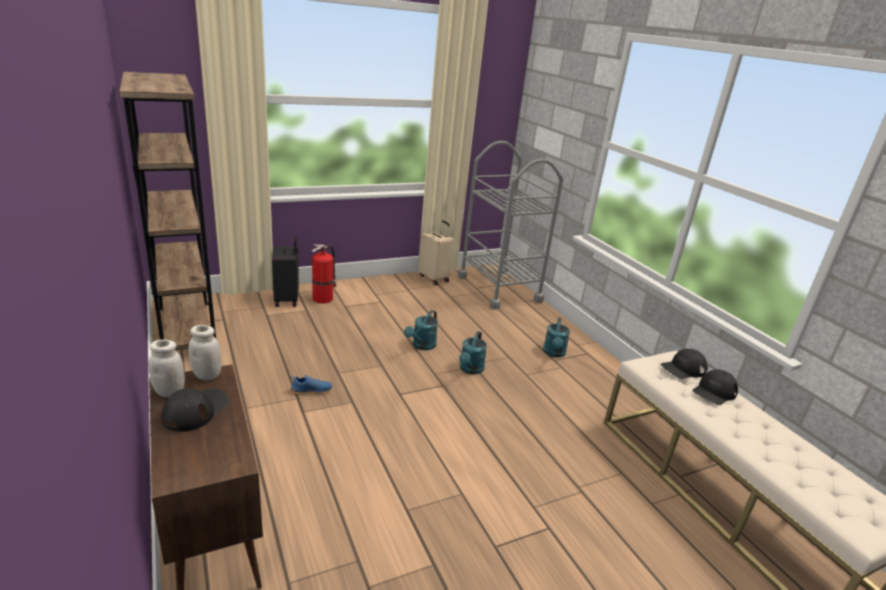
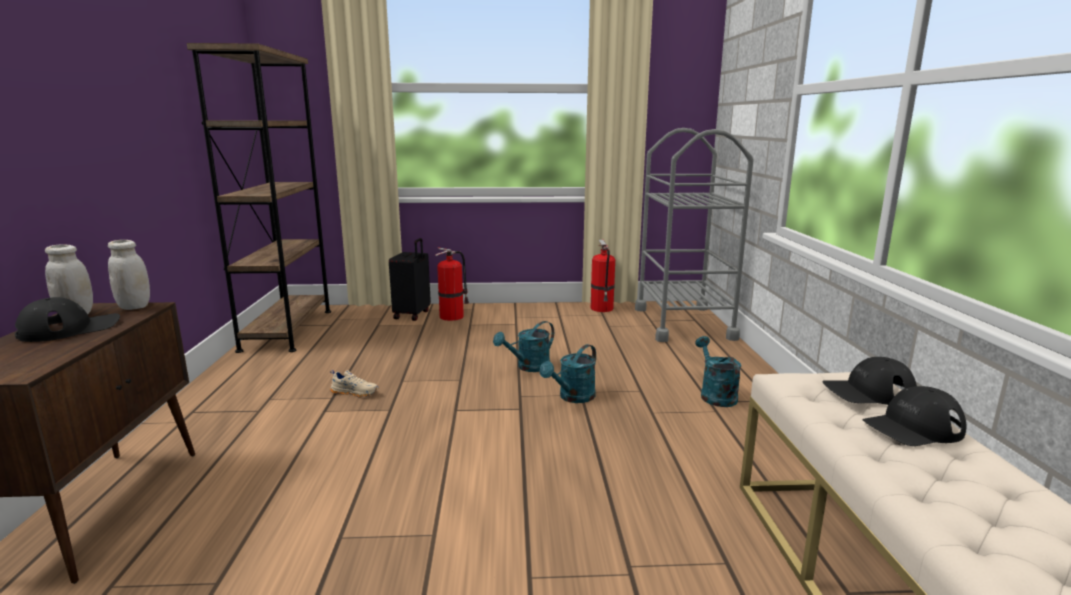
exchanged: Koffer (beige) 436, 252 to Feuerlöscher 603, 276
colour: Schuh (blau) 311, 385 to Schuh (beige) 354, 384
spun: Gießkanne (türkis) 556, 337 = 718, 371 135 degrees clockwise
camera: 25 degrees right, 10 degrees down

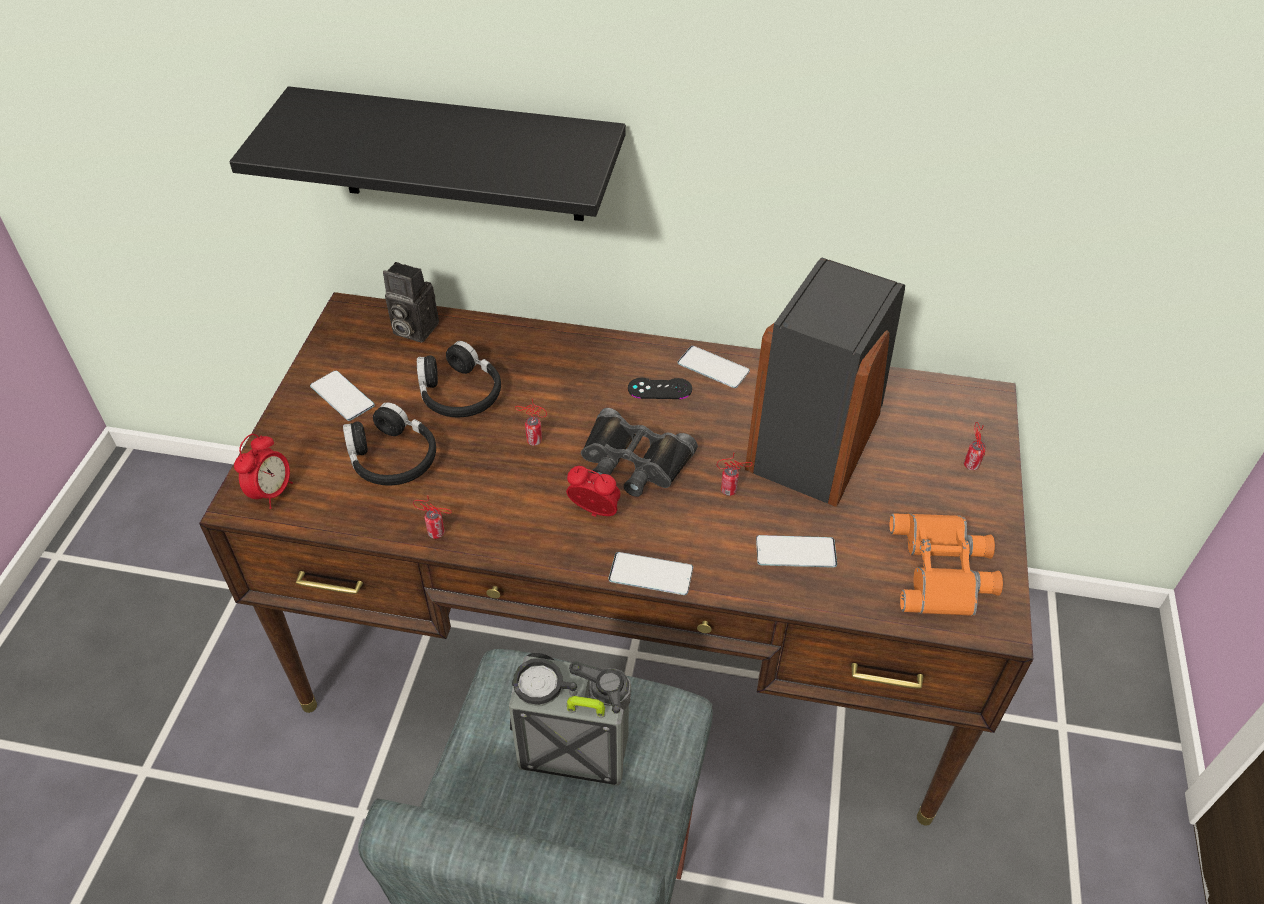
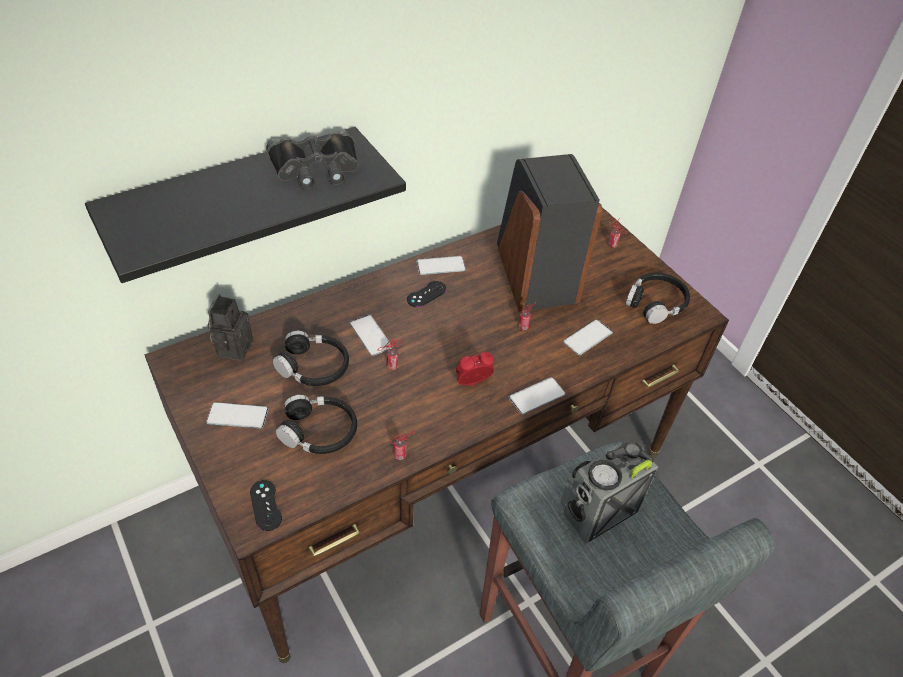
appeared: Handy 371, 335
relocated: Fernglas (schwarz) 639, 452 to 312, 160
exchanged: Wecker 263, 471 to Gamepad (schwarz) 266, 505; Fernglas (orange) 946, 564 to Kopfhörer (schwarz) 658, 298
spun: Kamera 411, 302 = 230, 327 120 degrees clockwise
camera: 45 degrees left, 0 degrees up

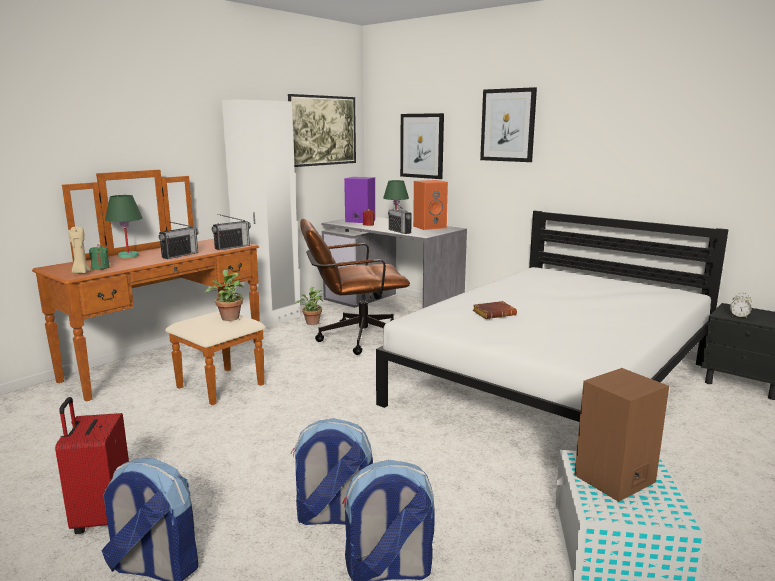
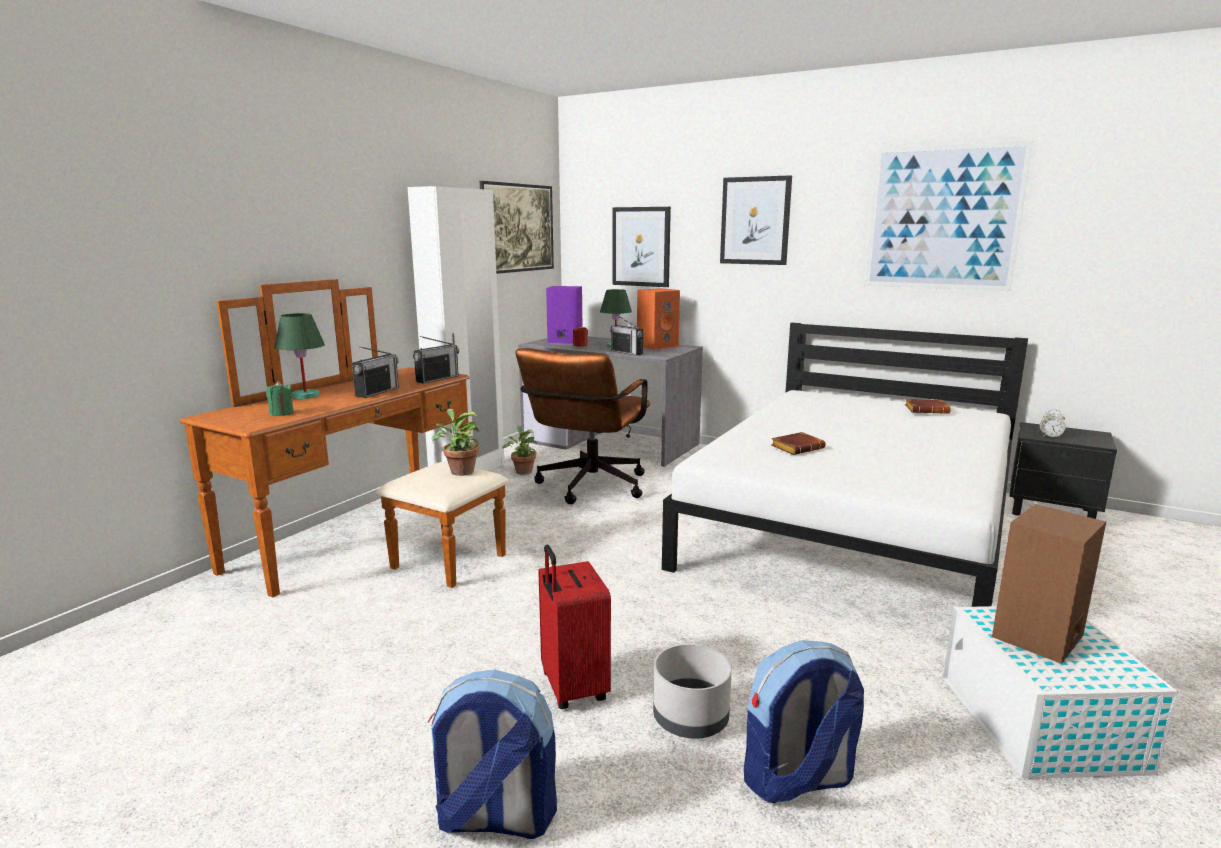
missing: Kerze (beige) 79, 250
appeared: Bild 949, 216; Buch (braun) 928, 406
relocated: Koffer (rot) 92, 465 to 574, 627
exchanged: Rucksack 332, 471 to Pflanzkübel (grau) 692, 691
spun: Bürostuhl (braun) 355, 287 = 582, 426 45 degrees counterclockwise
camera: 10 degrees left, 0 degrees up

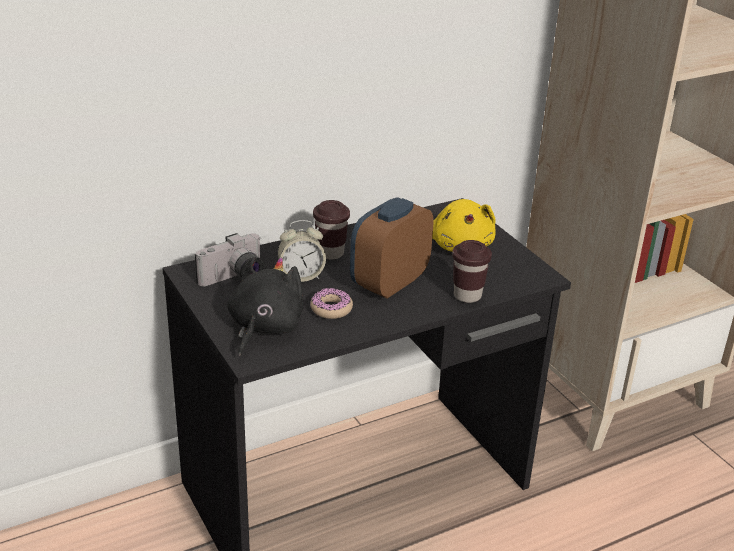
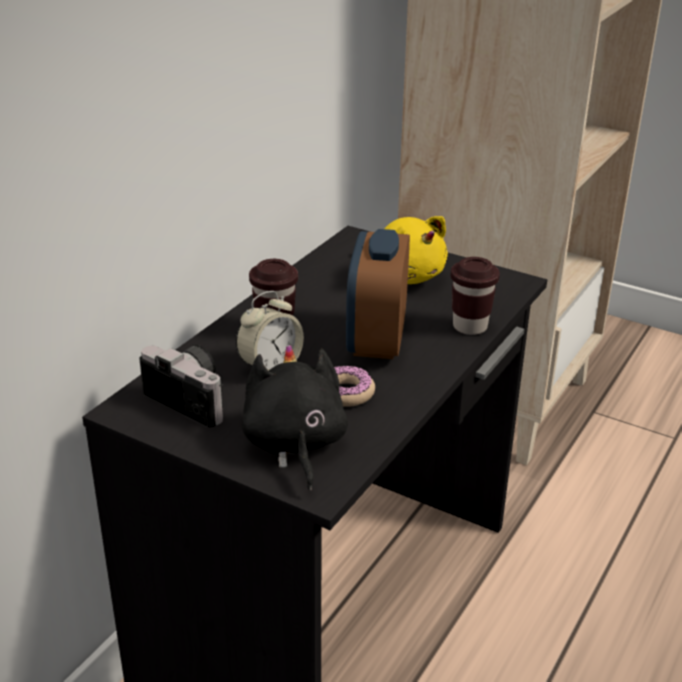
spun: Kamera 230, 259 = 181, 386 75 degrees counterclockwise
camera: 30 degrees left, 0 degrees up

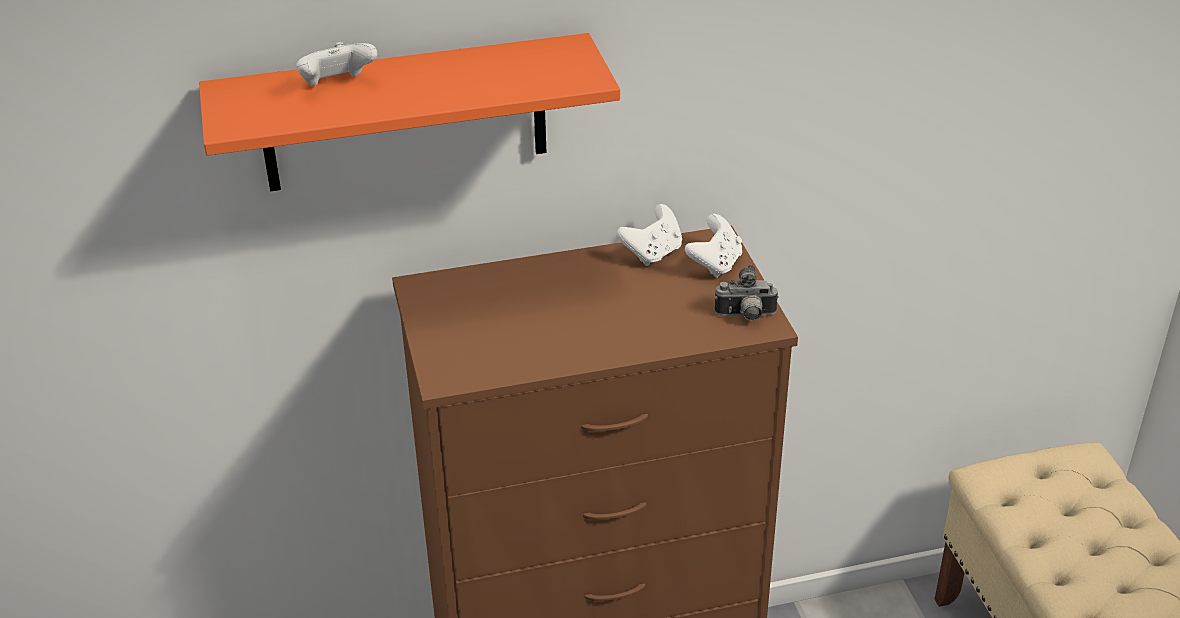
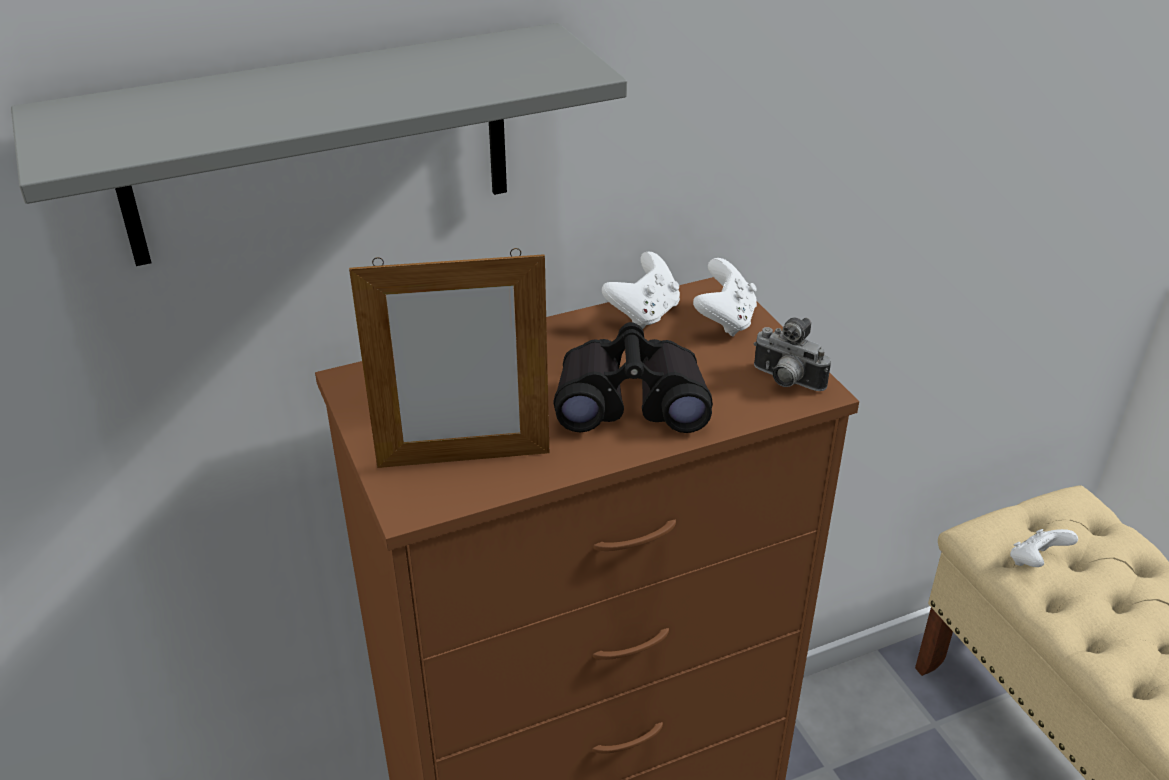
appeared: Bilderrahmen 449, 358; Fernglas (schwarz) 633, 377
relocated: Gamepad (weiß) 336, 64 to 1044, 548
colour: Wandregal (orange) 409, 112 to Wandregal (grau) 319, 144
spun: Kamera 747, 293 = 792, 354 45 degrees clockwise
camera: 10 degrees left, 0 degrees up

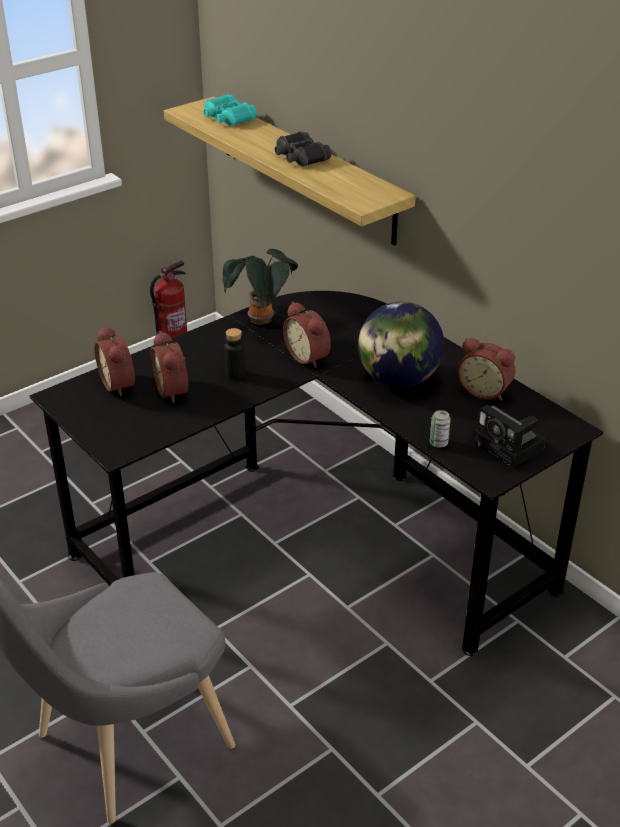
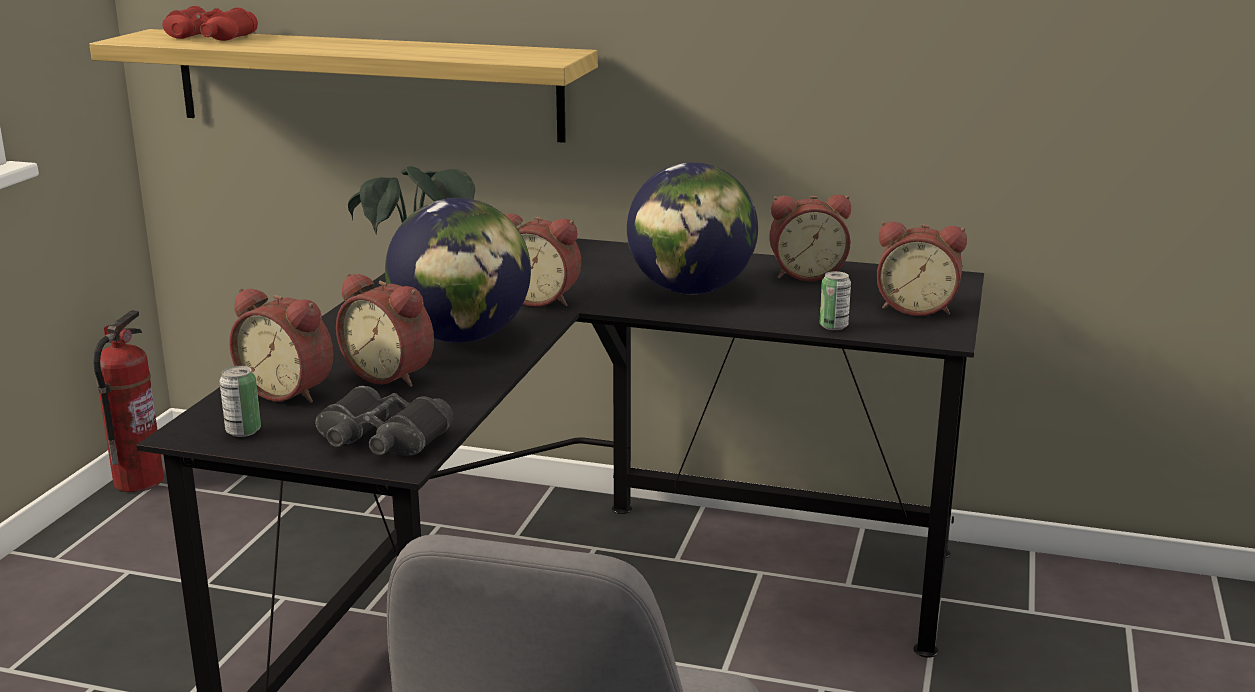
appeared: Dose 240, 401
relocated: Fernglas (schwarz) 303, 148 to 384, 421
exchanged: Flasche (schwarz) 234, 354 to Globus 458, 270; Kamera 508, 437 to Wecker 922, 268
colour: Fernglas (türkis) 230, 110 to Fernglas (rot) 210, 23
camera: 35 degrees left, 15 degrees down

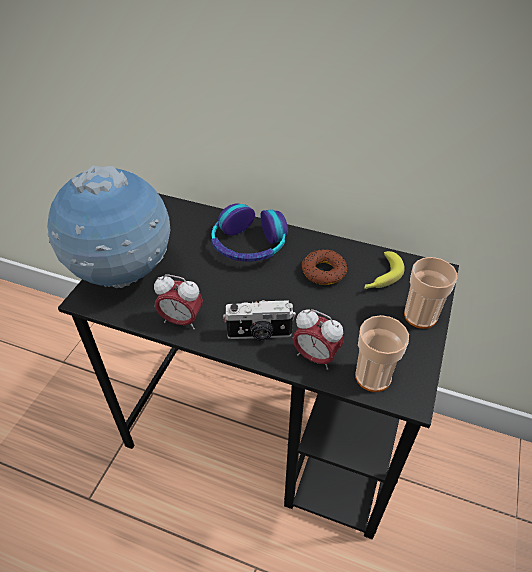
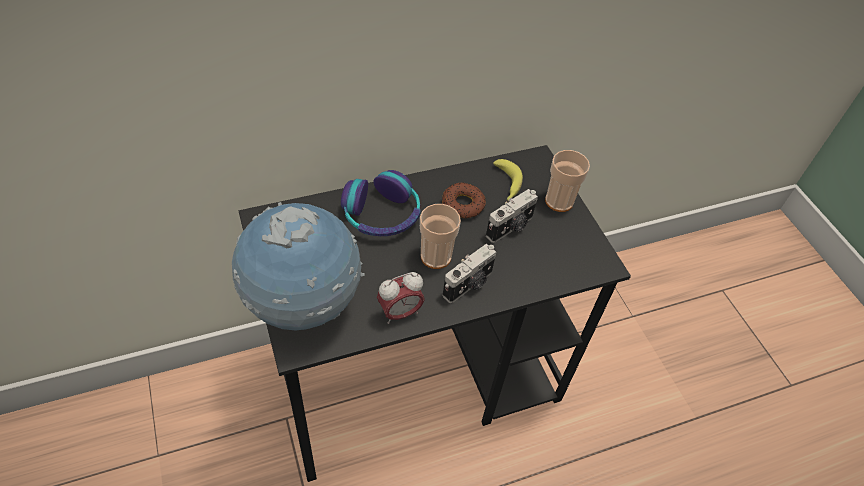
missing: Wecker 318, 339
appeared: Kamera 512, 216
relocated: Tasse 382, 353 to 440, 236
camera: 45 degrees left, 5 degrees up

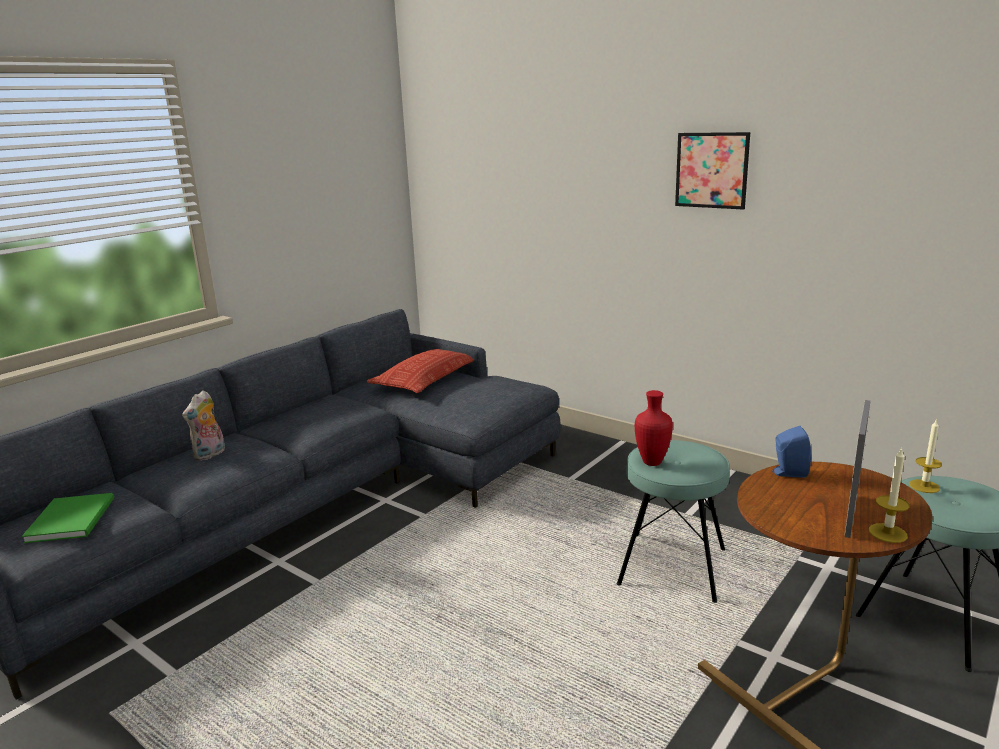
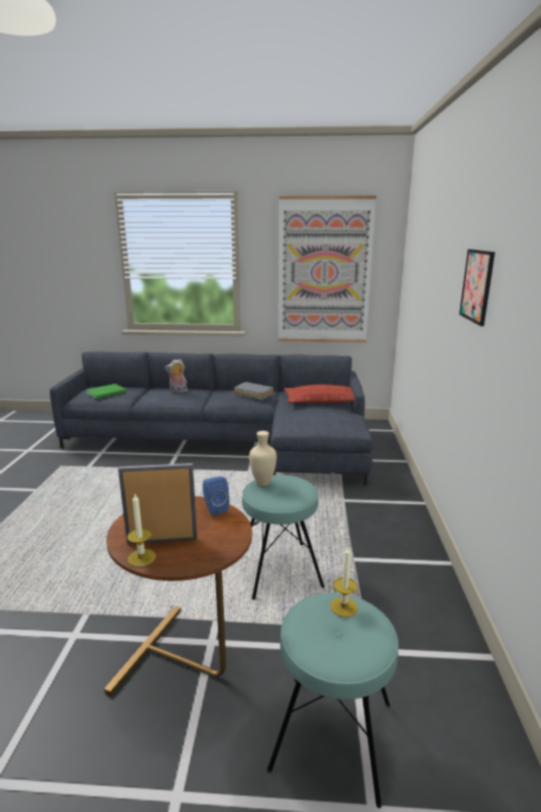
appeared: Buch (grau) 254, 391; Bild 327, 269
colour: Vase (rot) 654, 428 to Vase (beige) 263, 458
camera: 55 degrees right, 0 degrees up

